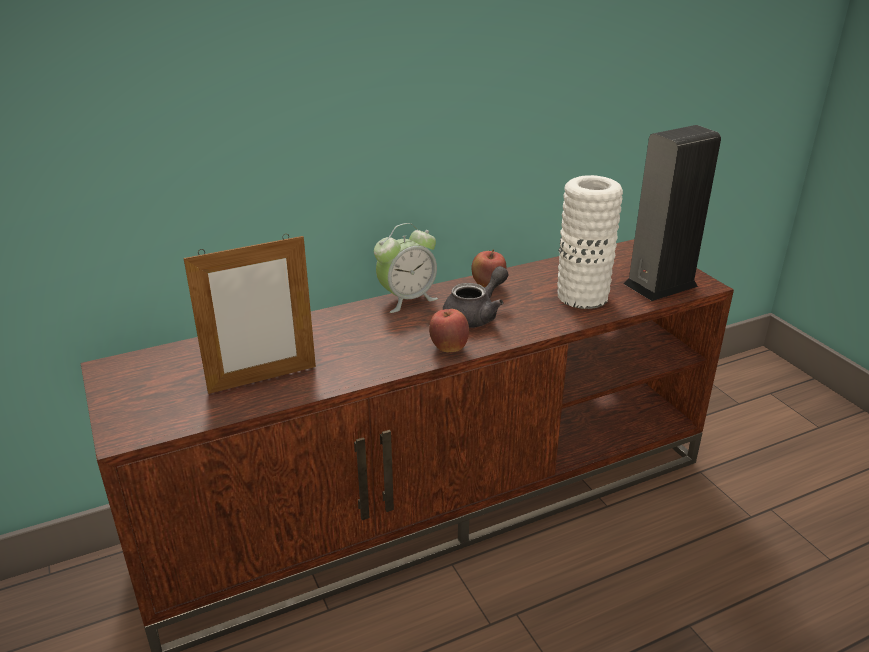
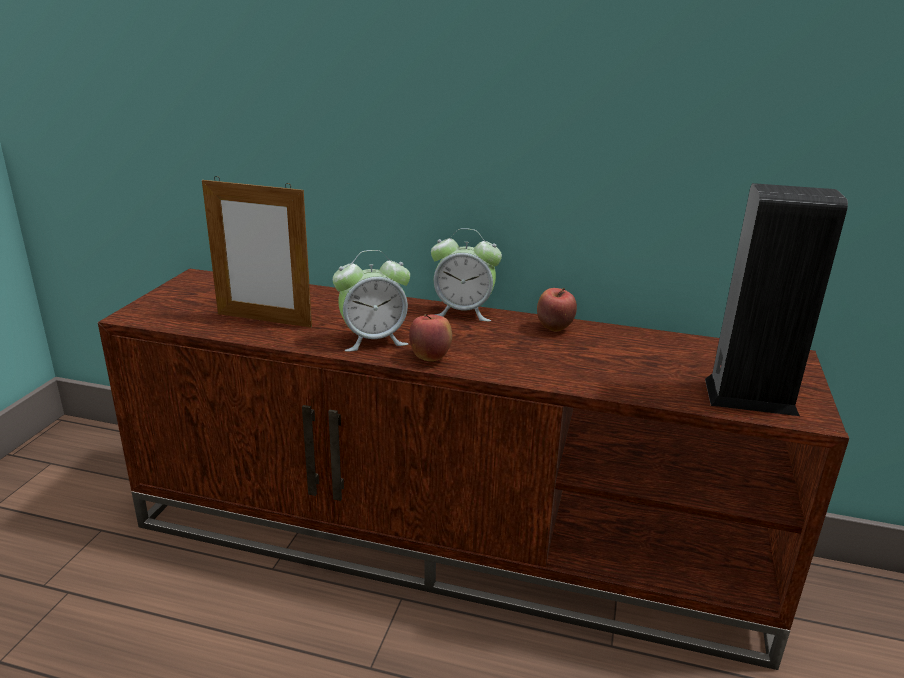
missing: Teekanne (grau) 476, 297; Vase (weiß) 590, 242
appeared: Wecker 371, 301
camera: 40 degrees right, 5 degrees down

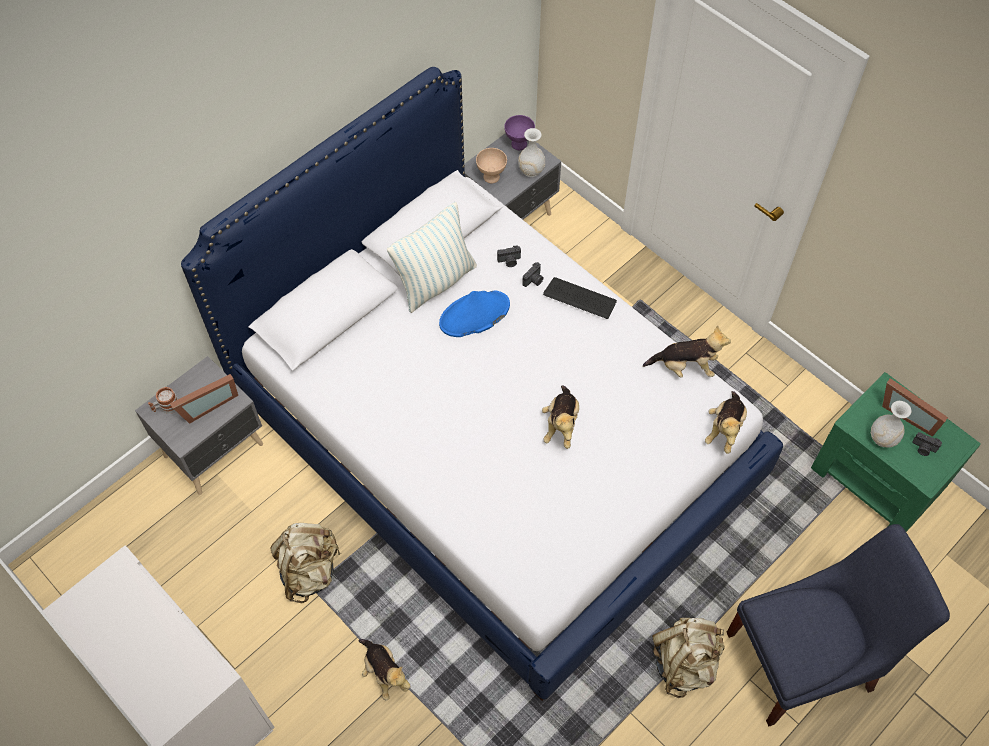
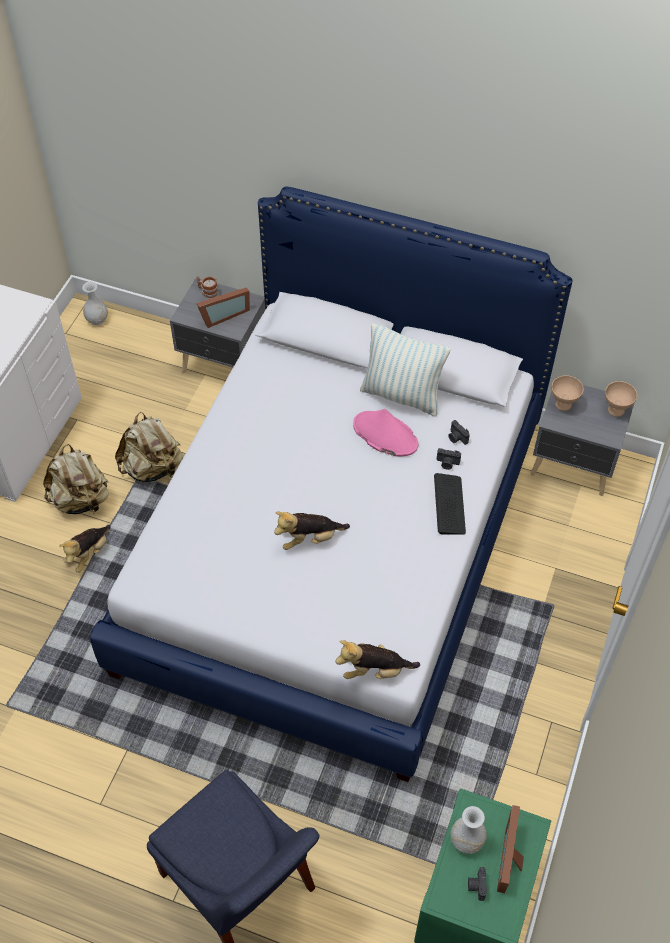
missing: Plüschtier 687, 351
relocated: Vase (weiß) 531, 152 to 95, 303; Rucksack (beige) 688, 658 to 76, 479
colour: Hut (blau) 474, 313 to Hut (rosa) 385, 433; Schüssel (lila) 519, 132 to Schüssel (beige) 621, 399
spun: Bilderrahmen 204, 399 = 223, 307 60 degrees counterclockwise
camera: 65 degrees right, 5 degrees down

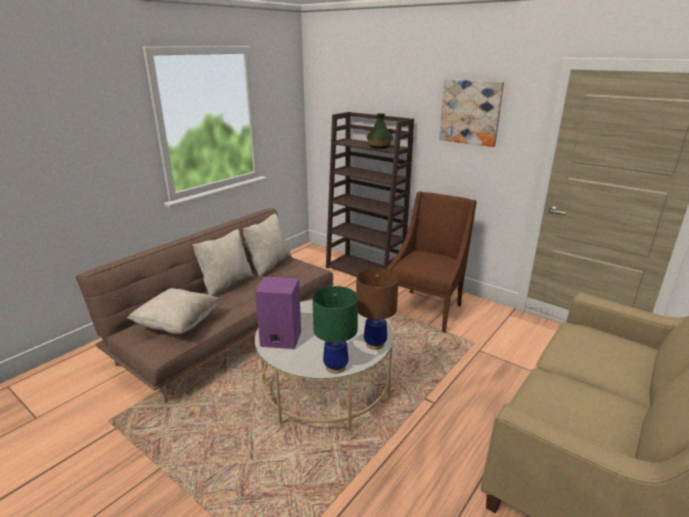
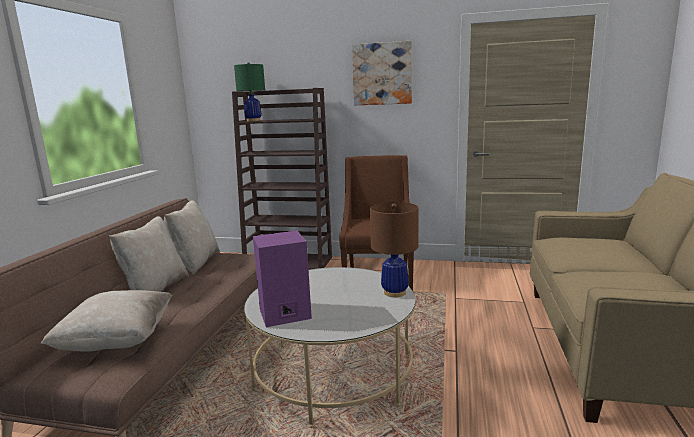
missing: Vase 380, 131
relocated: Tischlampe (grün) 335, 330 to 249, 91
camera: 25 degrees left, 10 degrees down

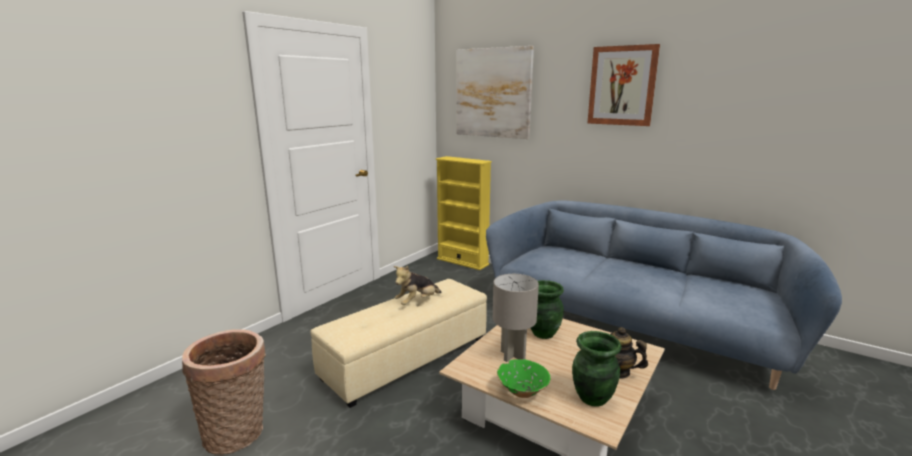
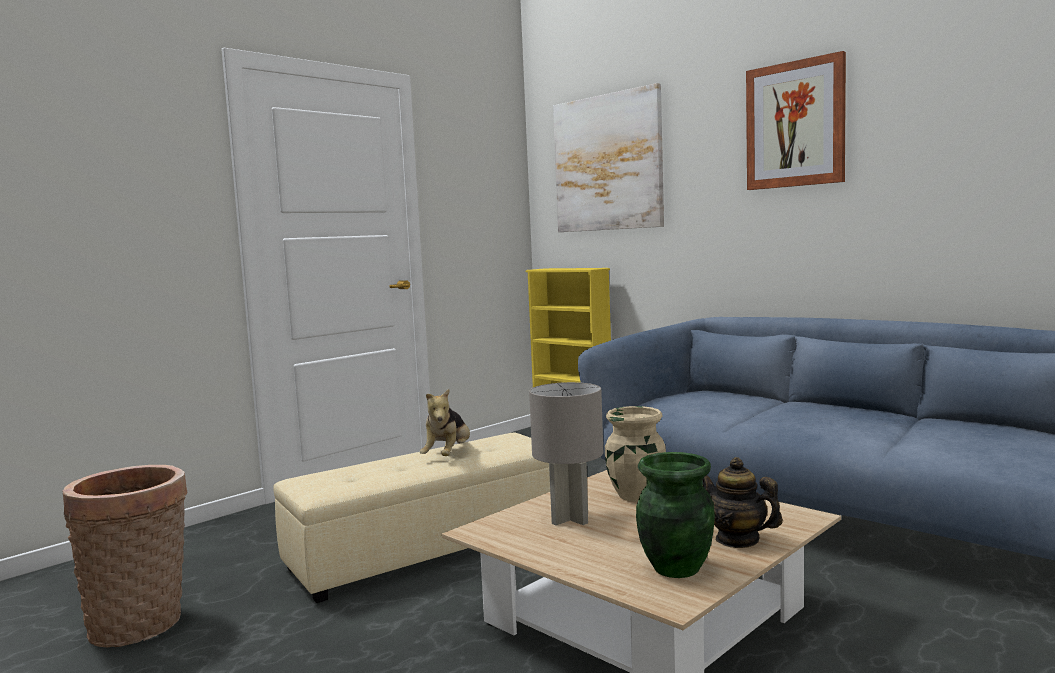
missing: Schüssel (grün) 523, 378
colour: Vase (grün) 547, 309 to Vase (beige) 635, 454
spun: Plüschtier 418, 285 = 445, 422 45 degrees counterclockwise
camera: 10 degrees right, 10 degrees down

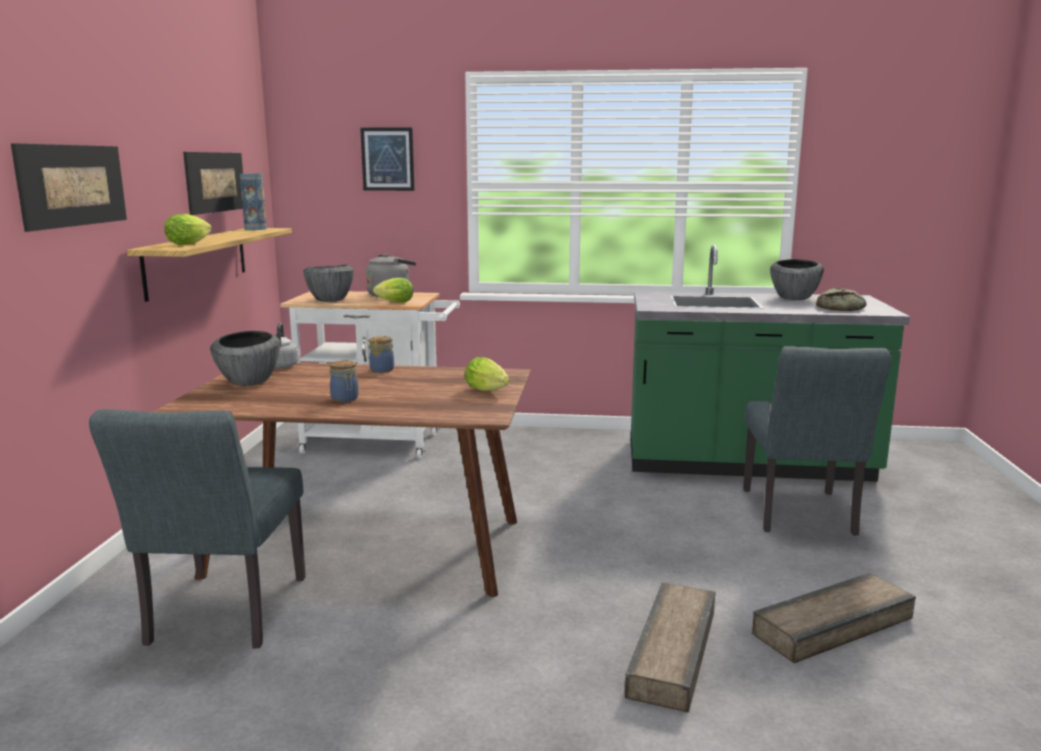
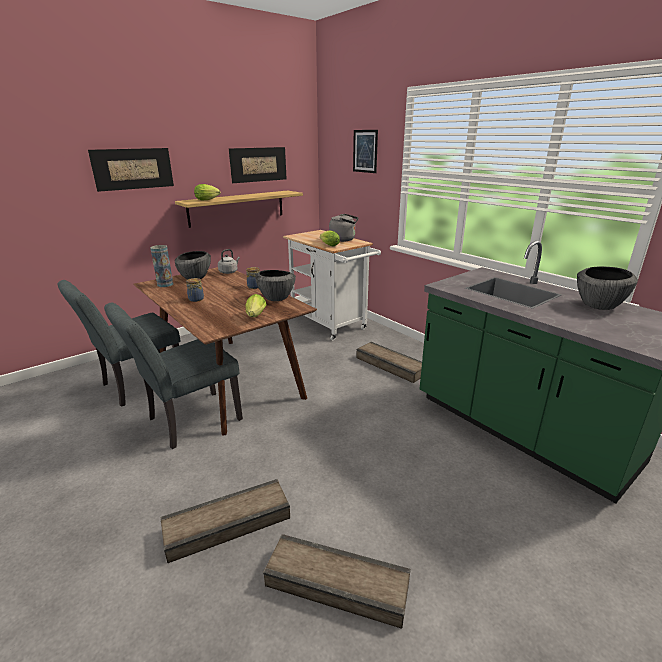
missing: Brot 841, 299
appeared: Kiste 389, 362
relocated: Vase 253, 201 to 161, 266; Schüssel 328, 283 to 275, 285; Stuhl (grau) 817, 441 to 173, 375
camera: 45 degrees right, 10 degrees up

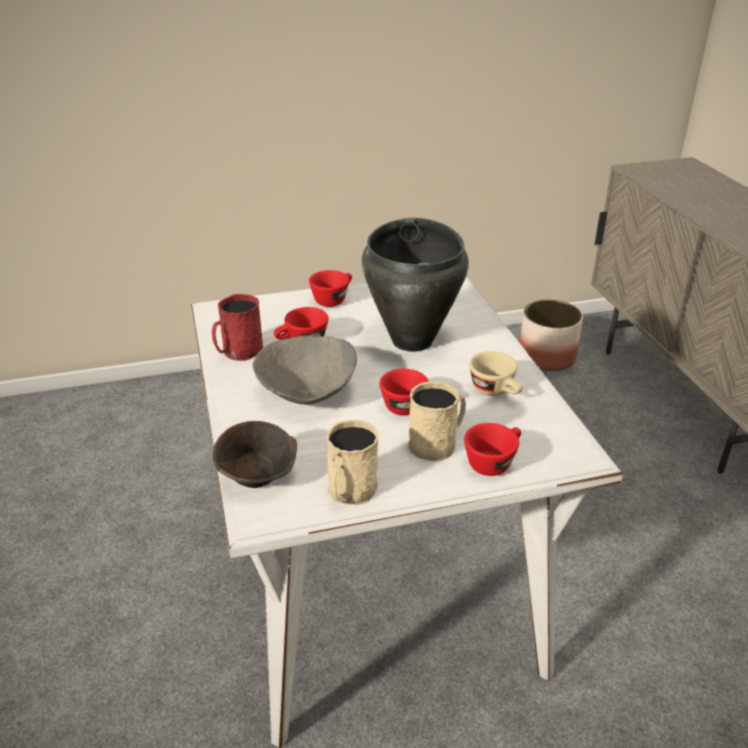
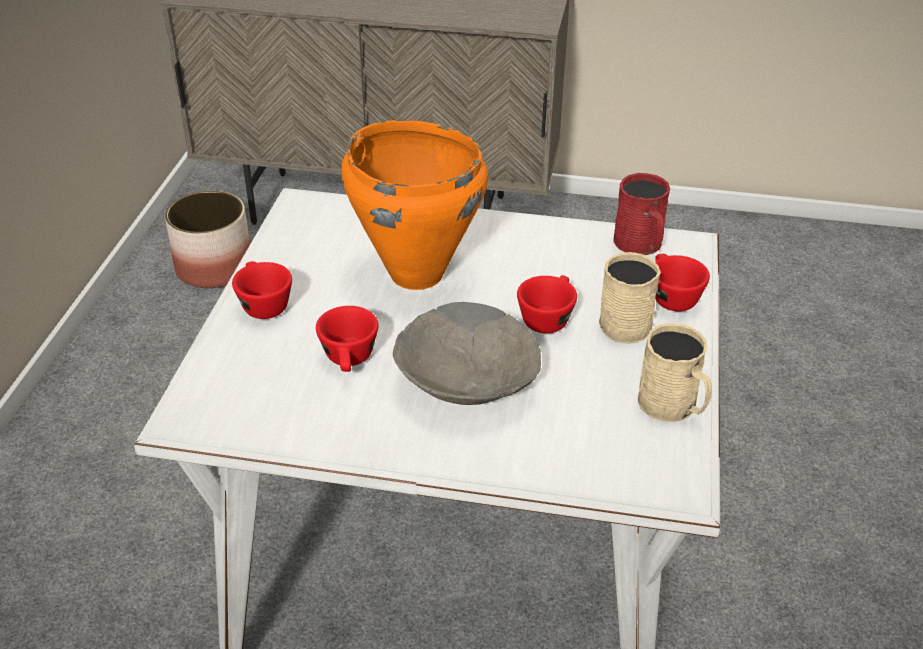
missing: Schüssel (braun) 255, 454; Tasse (beige) 496, 373
relocated: Henkelbecher (rot) 237, 327 to 641, 214
colour: Kochtopf (schwarz) 415, 285 to Kochtopf (orange) 414, 205
camera: 65 degrees left, 5 degrees up

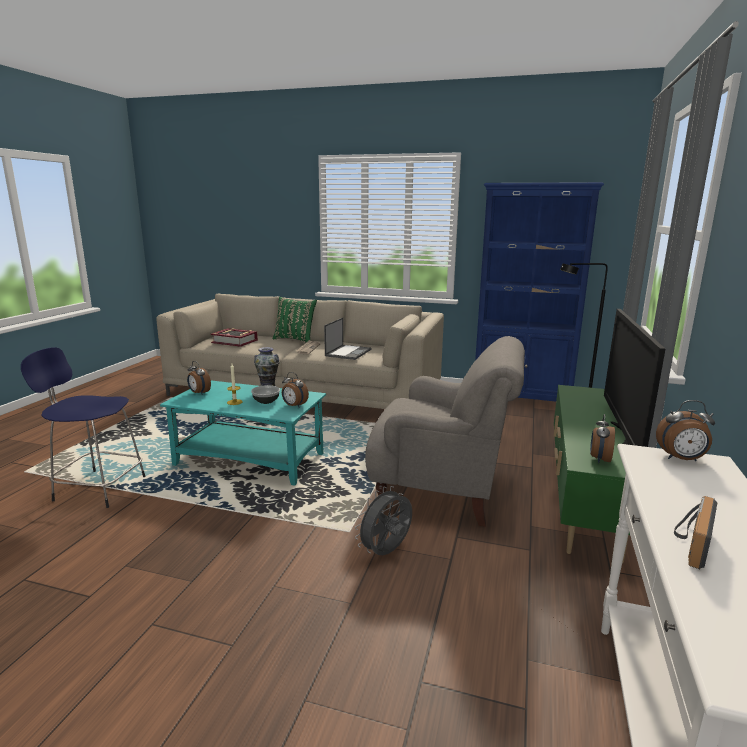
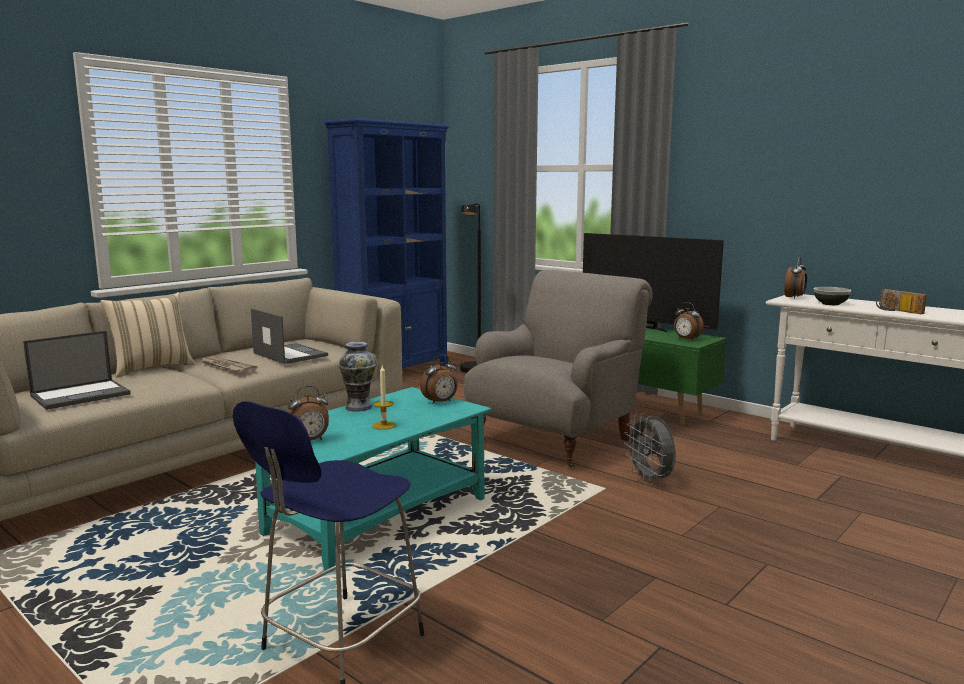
relocated: Schüssel 265, 394 to 832, 296
exchanged: Buch 234, 337 to Laptop 77, 370
colour: Kissen (grün) 295, 320 to Kissen (beige) 148, 334
camera: 65 degrees left, 5 degrees down

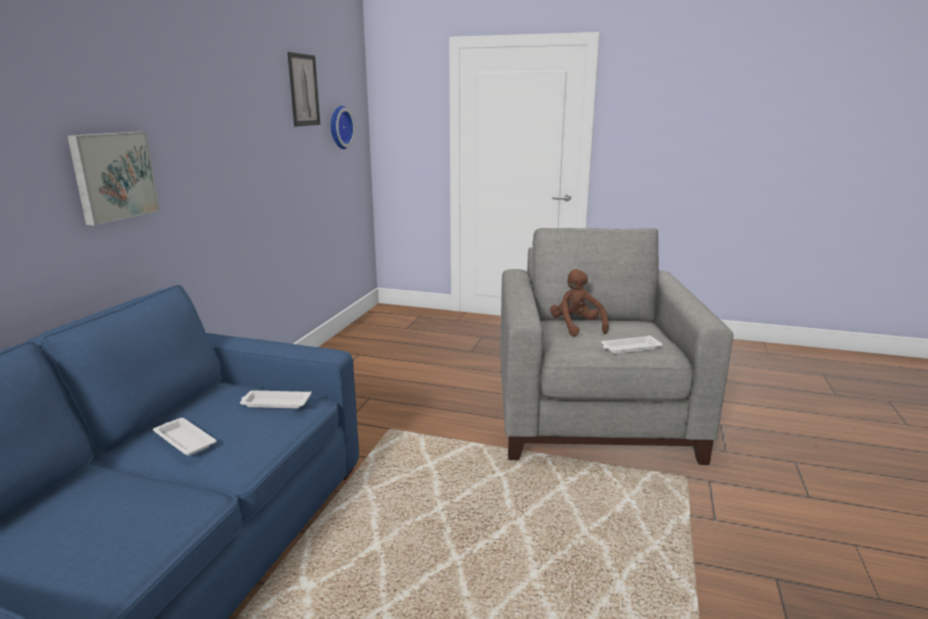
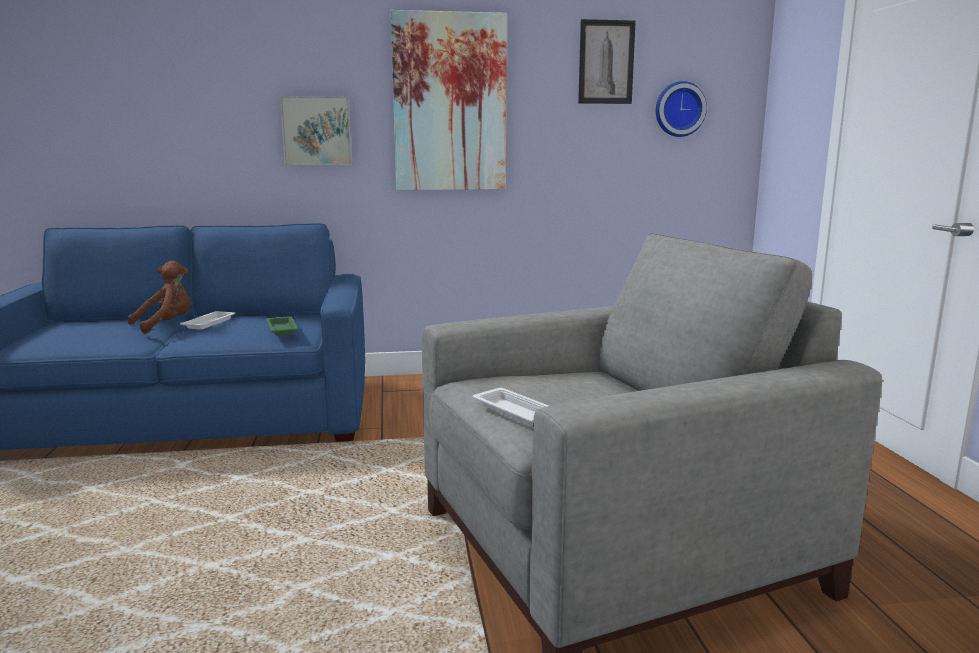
appeared: Bild 449, 100
relocated: Plüschtier (braun) 579, 303 to 159, 297
colour: Tablett (weiß) 275, 399 to Tablett (grün) 282, 326
camera: 65 degrees right, 5 degrees down

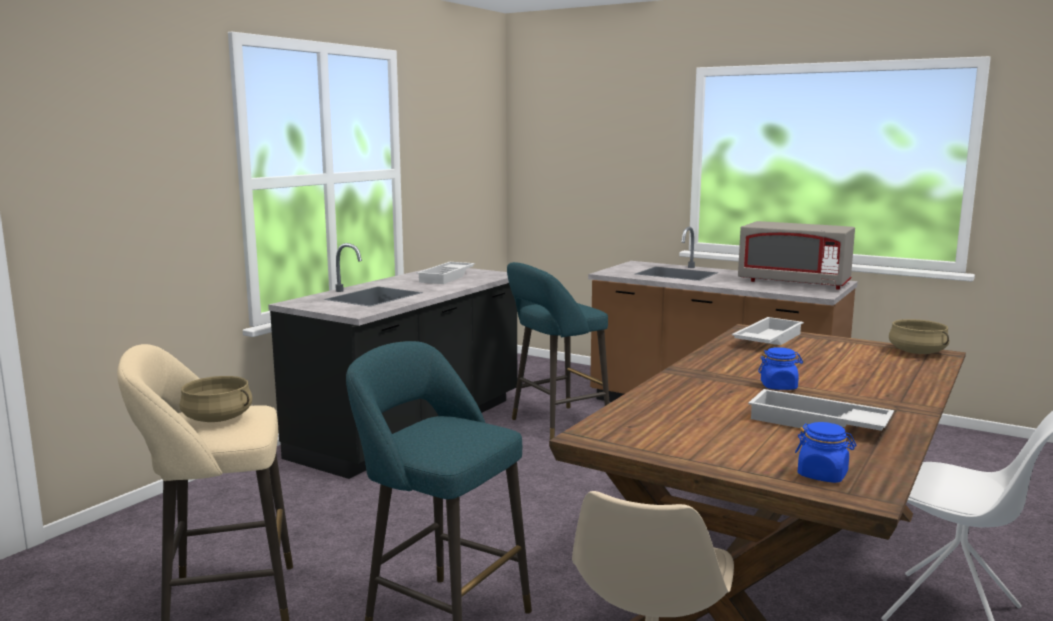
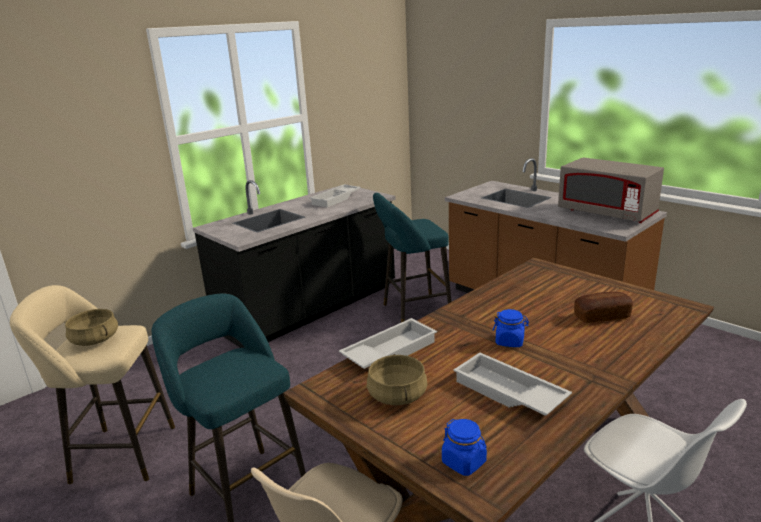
appeared: Brot 603, 307
relocated: Tablett (weiß) 768, 331 to 388, 343; Kochtopf (beige) 919, 336 to 397, 379
camera: 15 degrees right, 10 degrees up

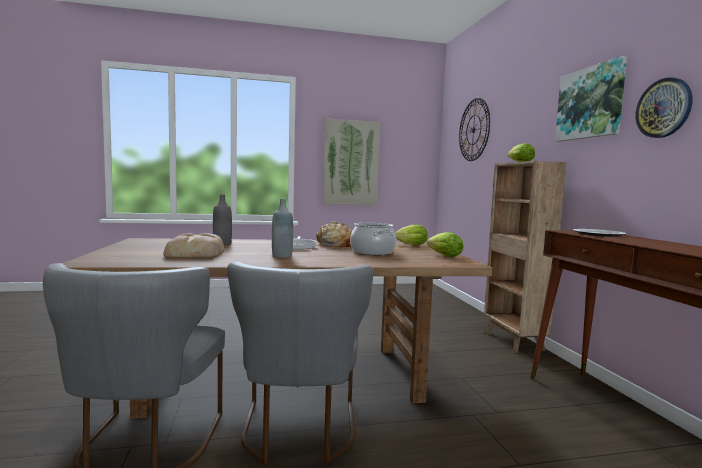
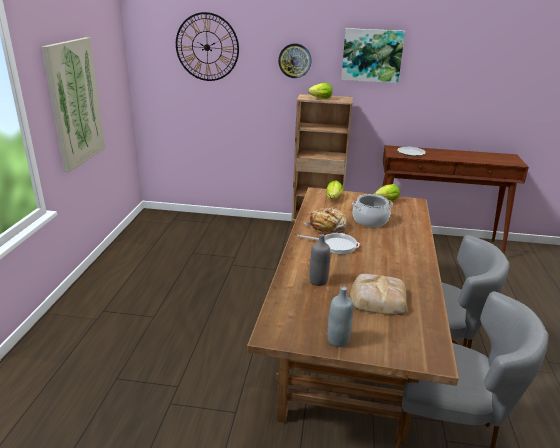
relocated: Flasche (grau) 282, 228 to 340, 317; Wanduhr 664, 107 to 295, 60
camera: 70 degrees left, 20 degrees up

